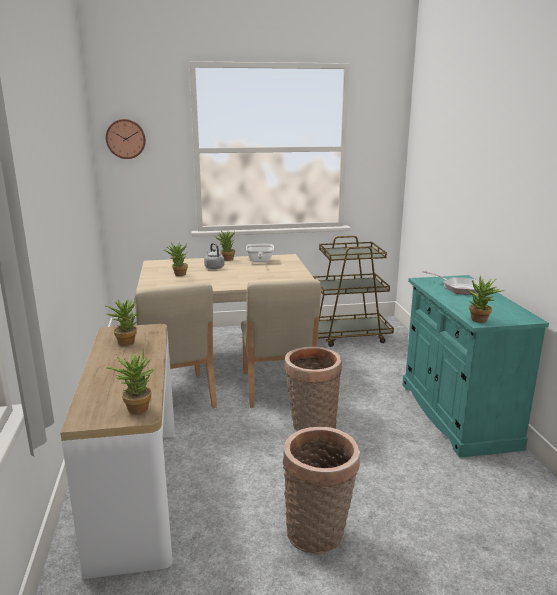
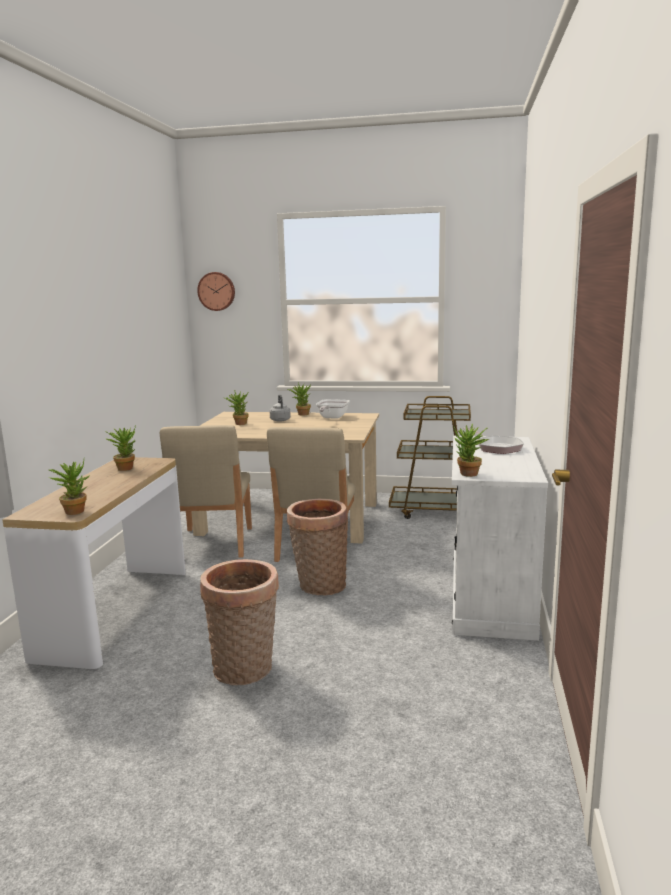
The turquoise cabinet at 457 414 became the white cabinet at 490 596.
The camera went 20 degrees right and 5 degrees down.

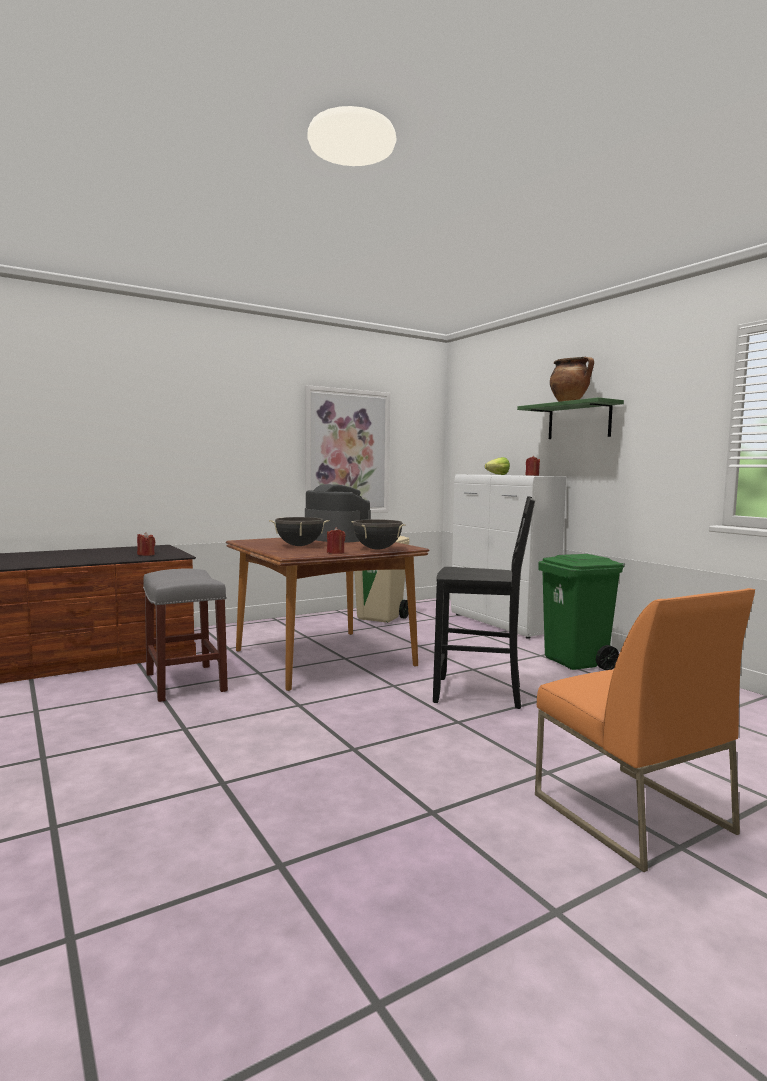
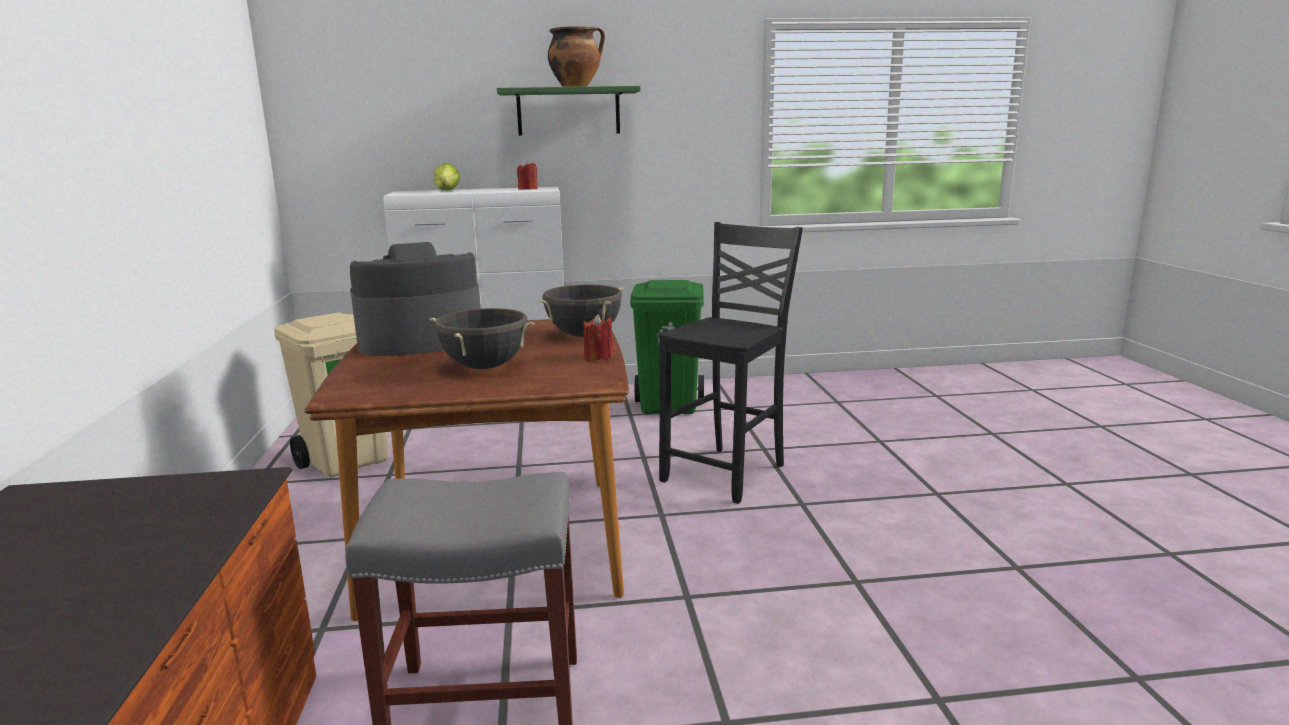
The red candle at 146 554 disappeared.
The picture at 347 452 disappeared.
The orange chair at 629 813 disappeared.
The camera went 65 degrees left and 10 degrees up.

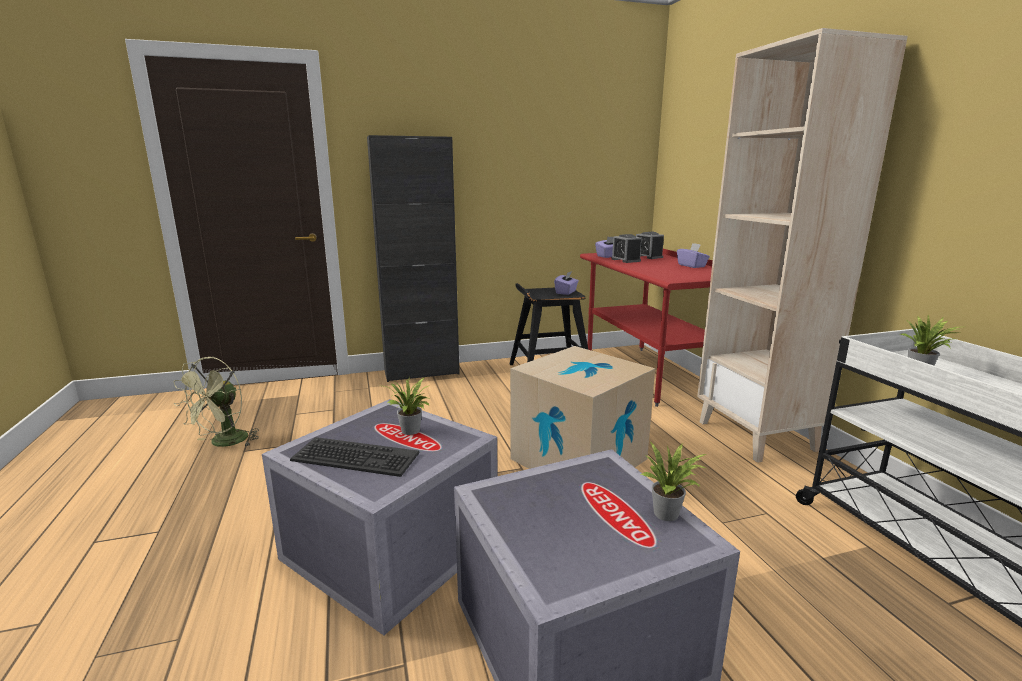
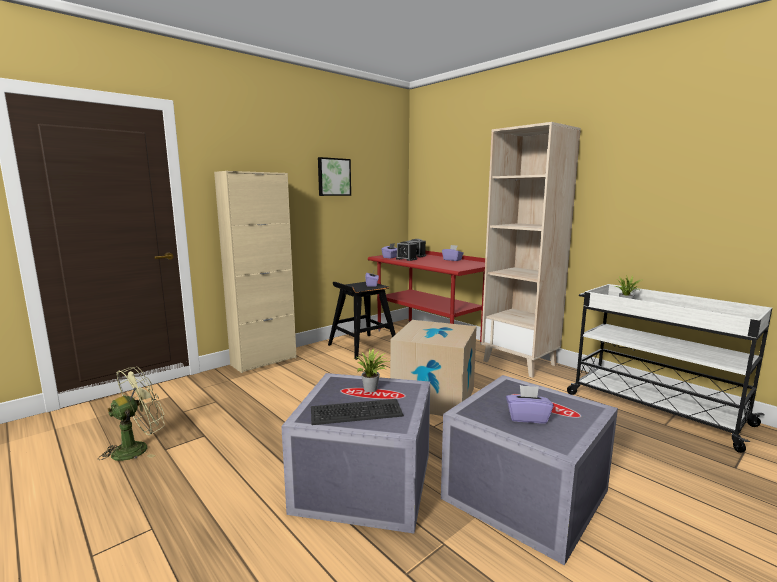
The green fan at 224 443 turned 135 degrees counterclockwise.
The black cabinet at 421 372 became the beige cabinet at 264 361.
The picture at 333 177 appeared.
The purple tissue box at 527 417 appeared.
The potted plant at 669 514 disappeared.
The camera went 25 degrees left and 5 degrees down.

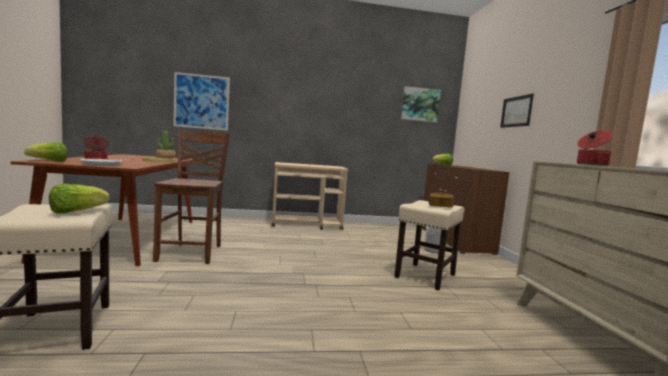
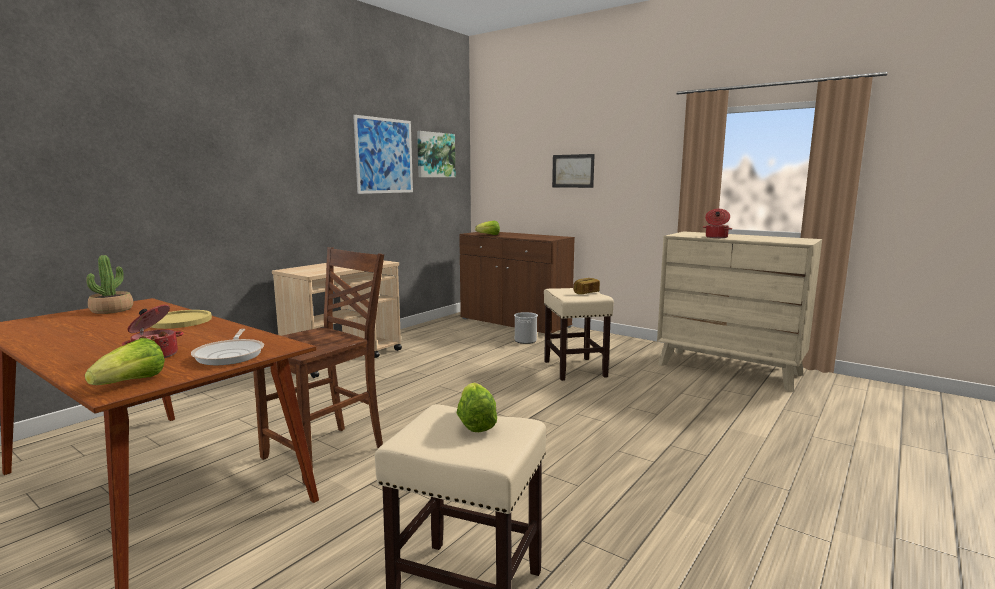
The brown chair at 192 253 turned 90 degrees clockwise.
The picture moved from 201 101 to 384 156.
The camera went 45 degrees left and 5 degrees up.

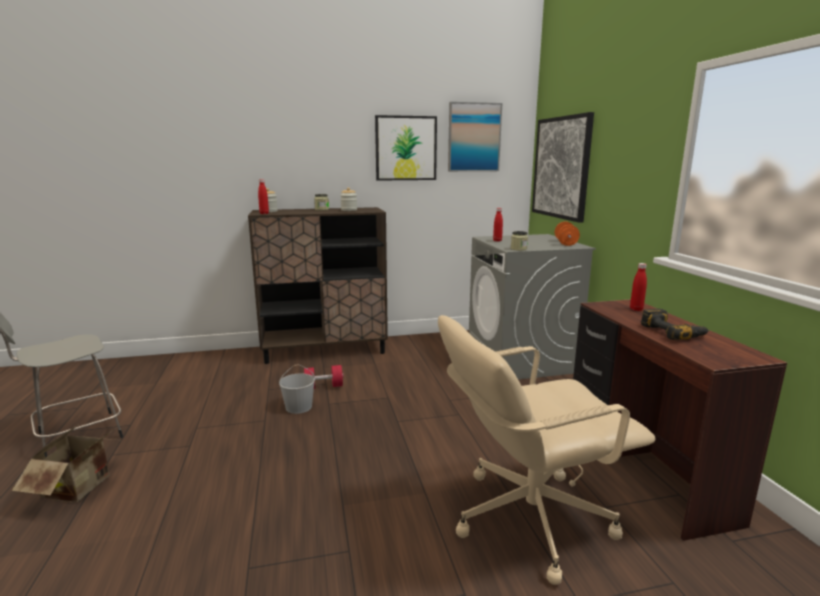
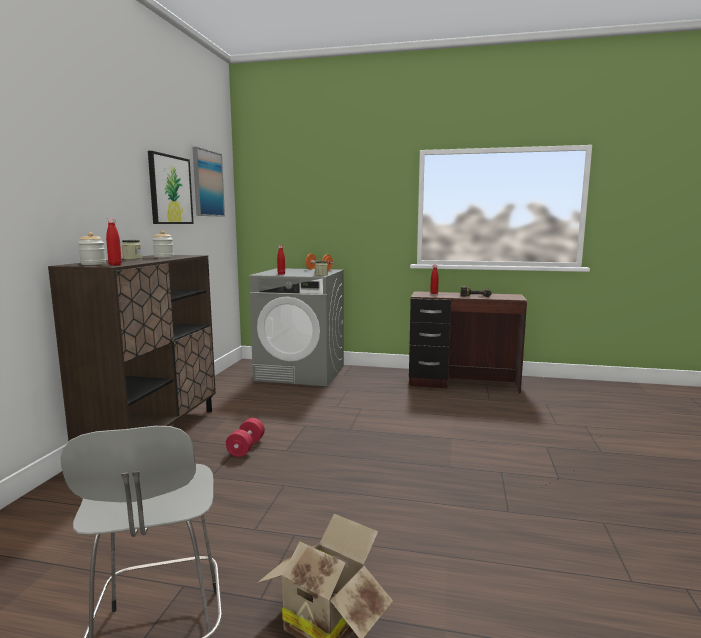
The white bucket at 299 406 disappeared.
The beige office chair at 528 517 disappeared.
The picture at 561 167 disappeared.
The camera went 65 degrees left and 5 degrees down.

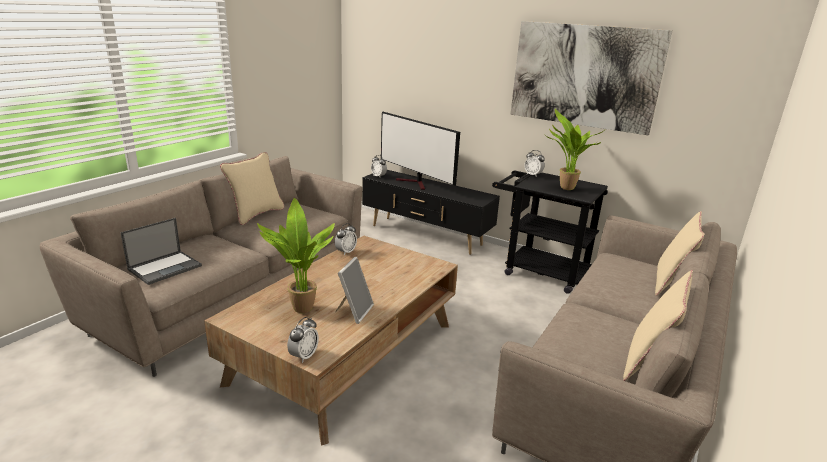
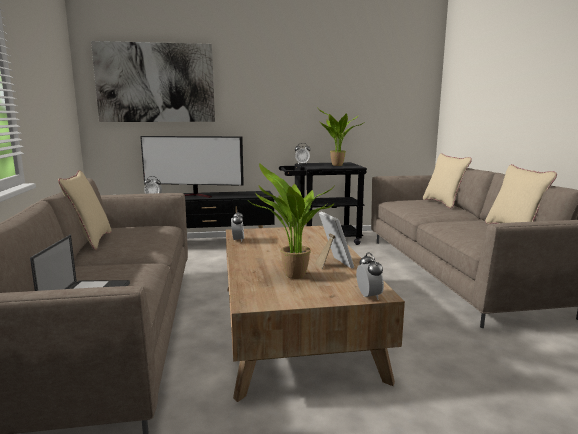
The picture moved from 584 76 to 155 83.
The camera went 40 degrees left and 10 degrees down.

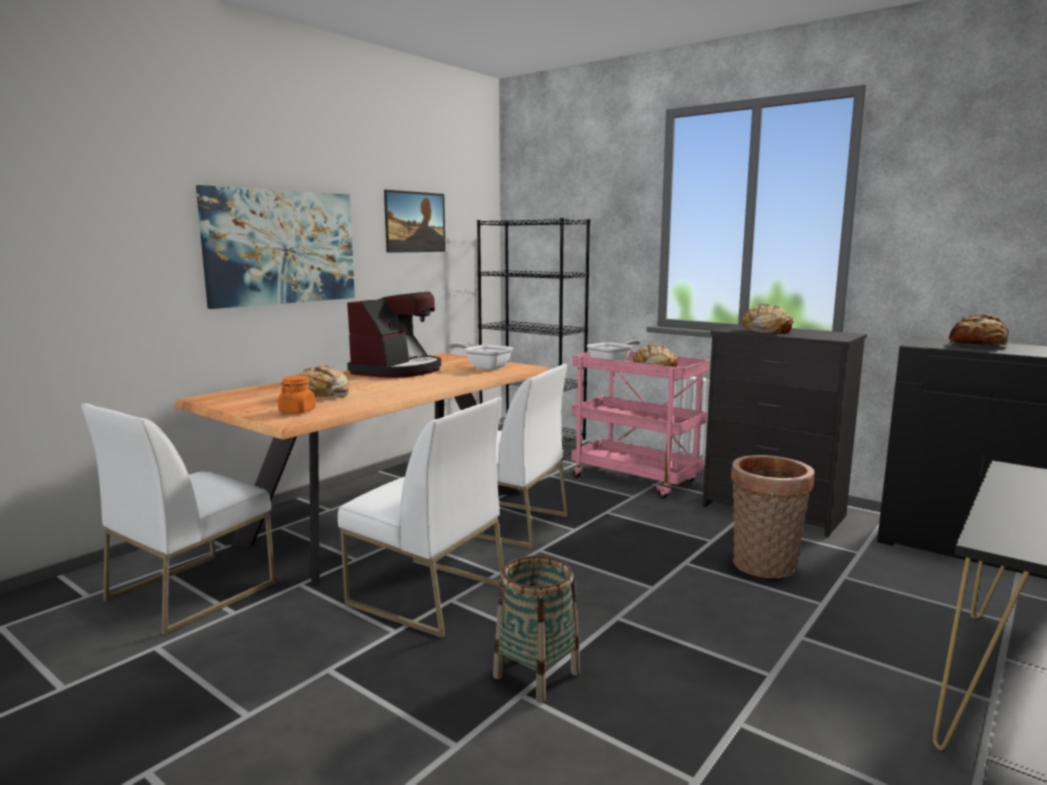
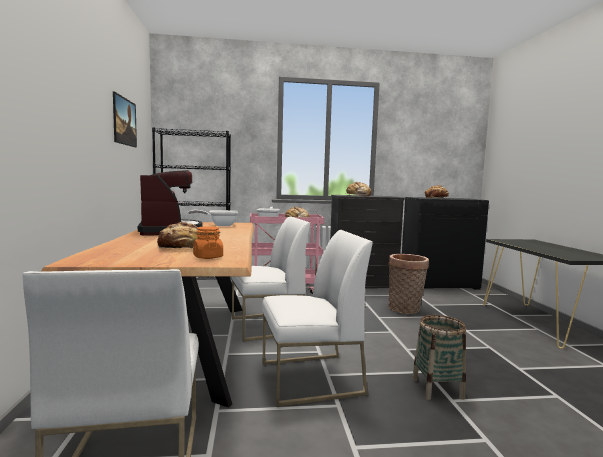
The picture at 281 247 disappeared.
The camera went 45 degrees left and 5 degrees down.

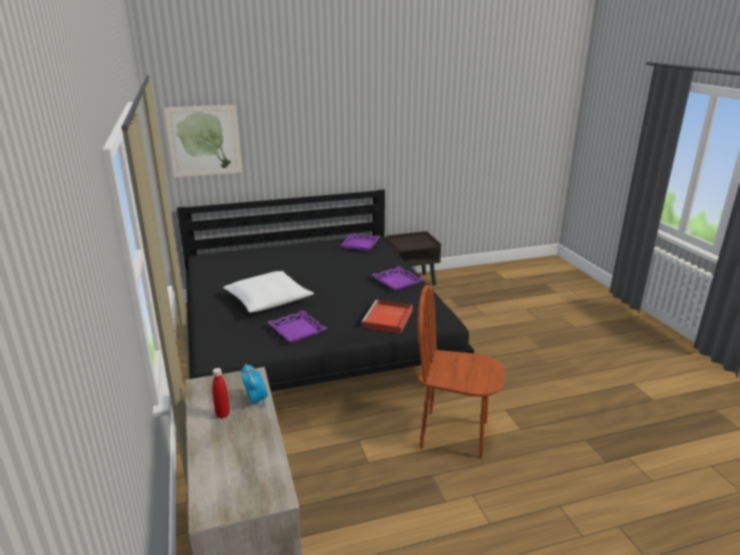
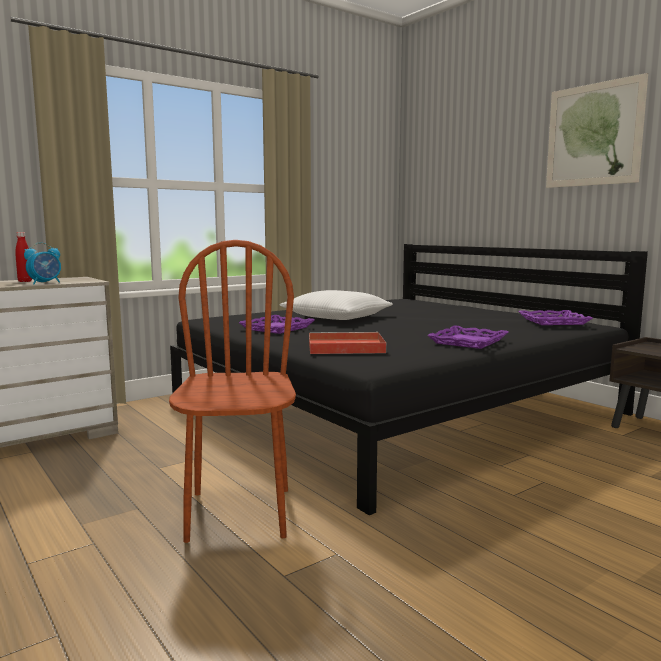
The picture moved from 204 141 to 593 135.
The camera went 70 degrees right and 15 degrees down.

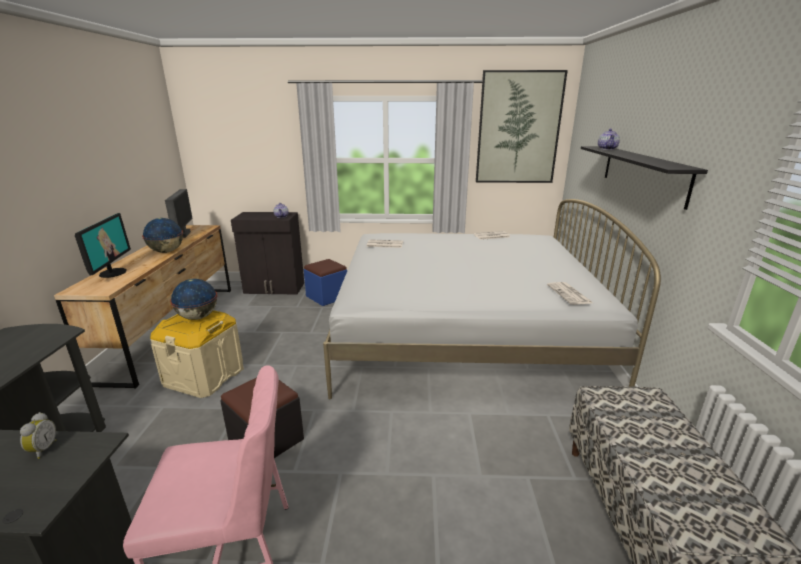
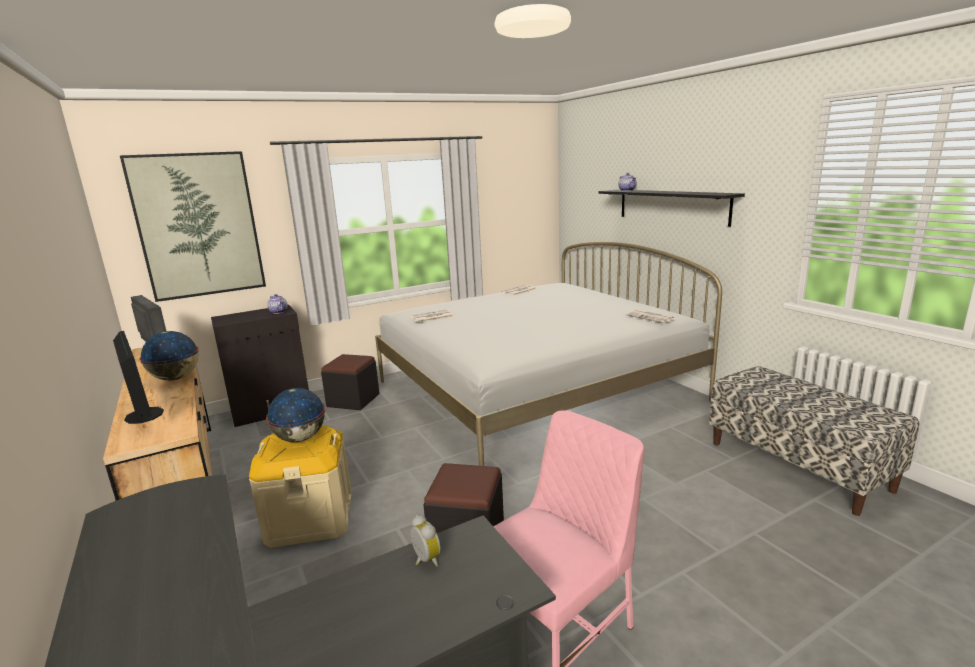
The picture moved from 518 128 to 198 226.
The blue ottoman at 327 297 became the black ottoman at 353 400.
The camera went 30 degrees left and 5 degrees down.

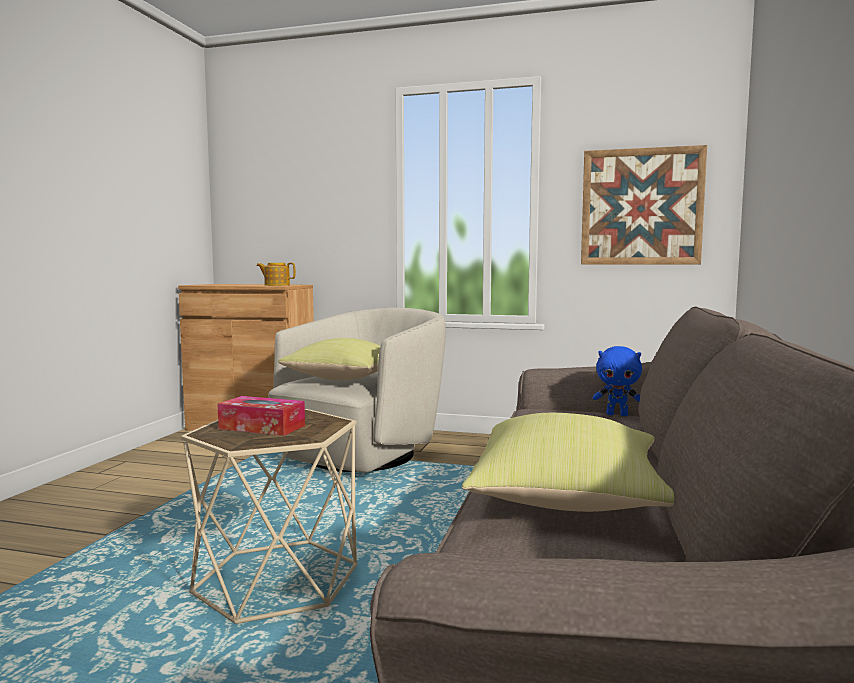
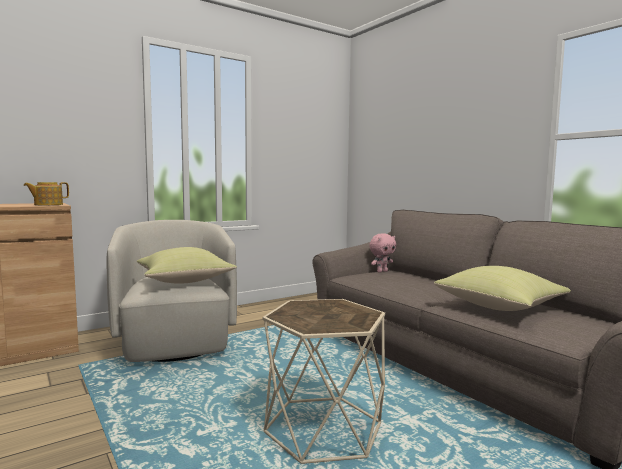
The blue plush toy at 617 414 became the pink plush toy at 382 271.
The tissue box at 262 427 disappeared.
The picture at 641 207 disappeared.
The camera went 50 degrees left and 0 degrees up.

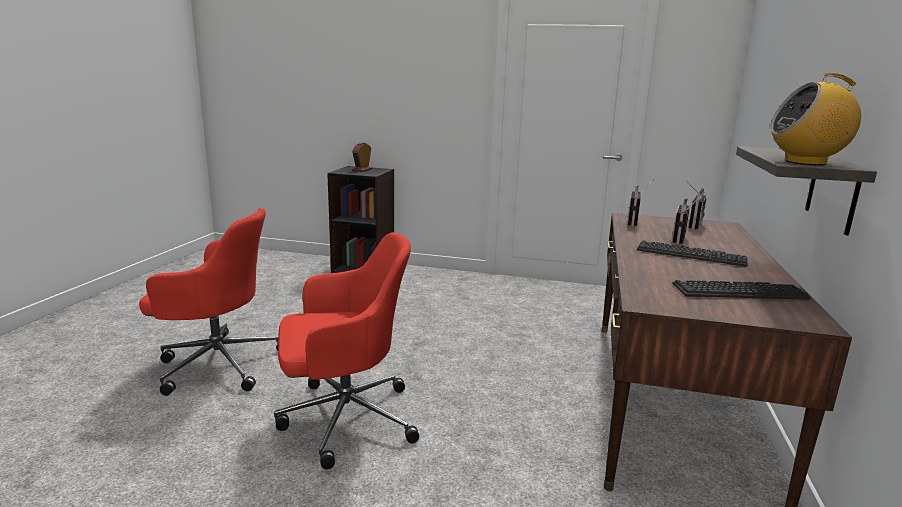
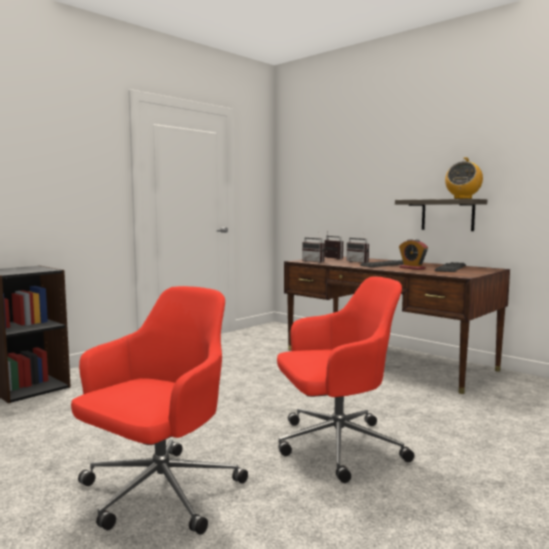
The red office chair at 344 419 turned 60 degrees clockwise.
The alarm clock moved from 362 170 to 412 268.
The camera went 60 degrees left and 10 degrees down.

